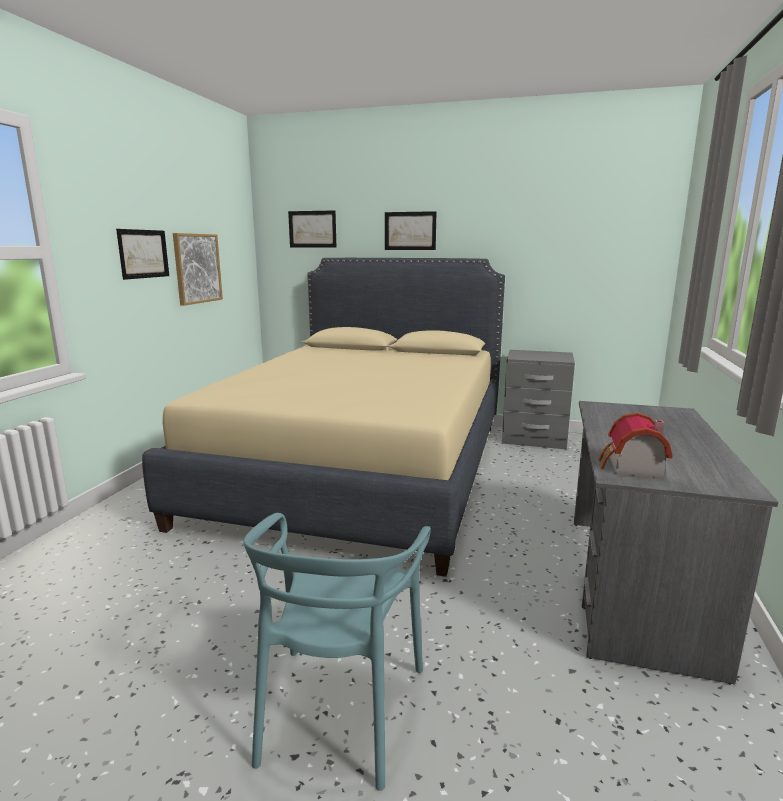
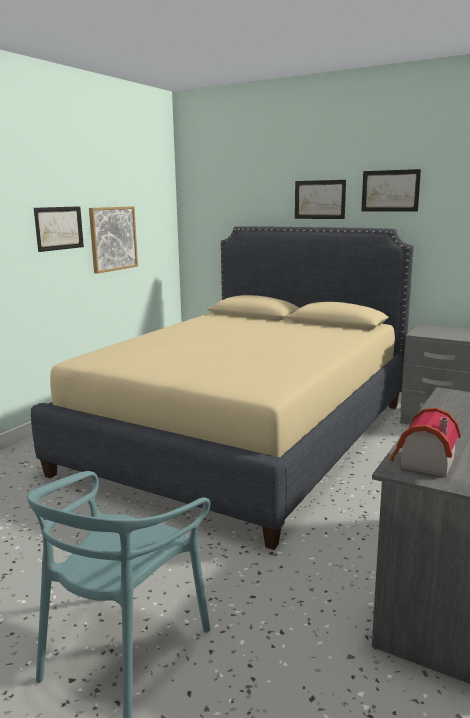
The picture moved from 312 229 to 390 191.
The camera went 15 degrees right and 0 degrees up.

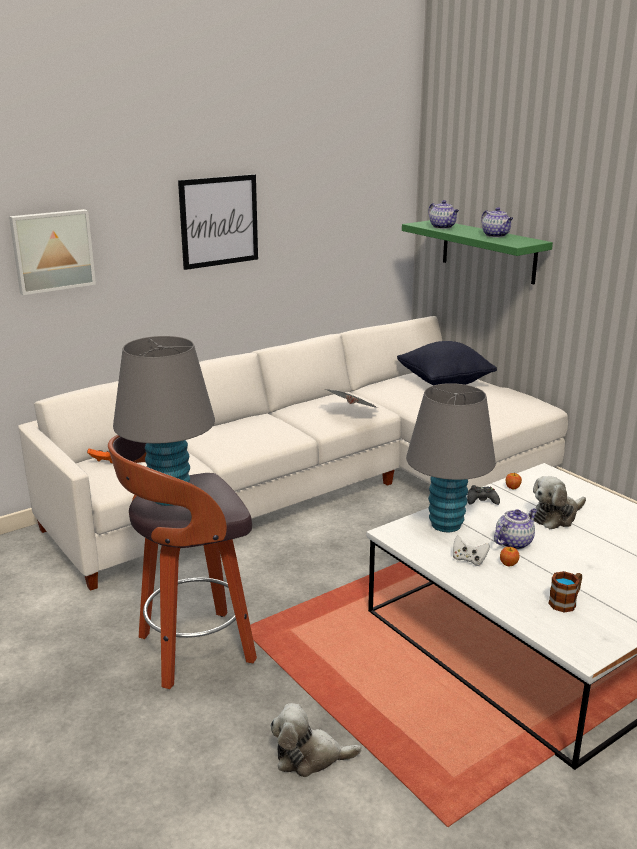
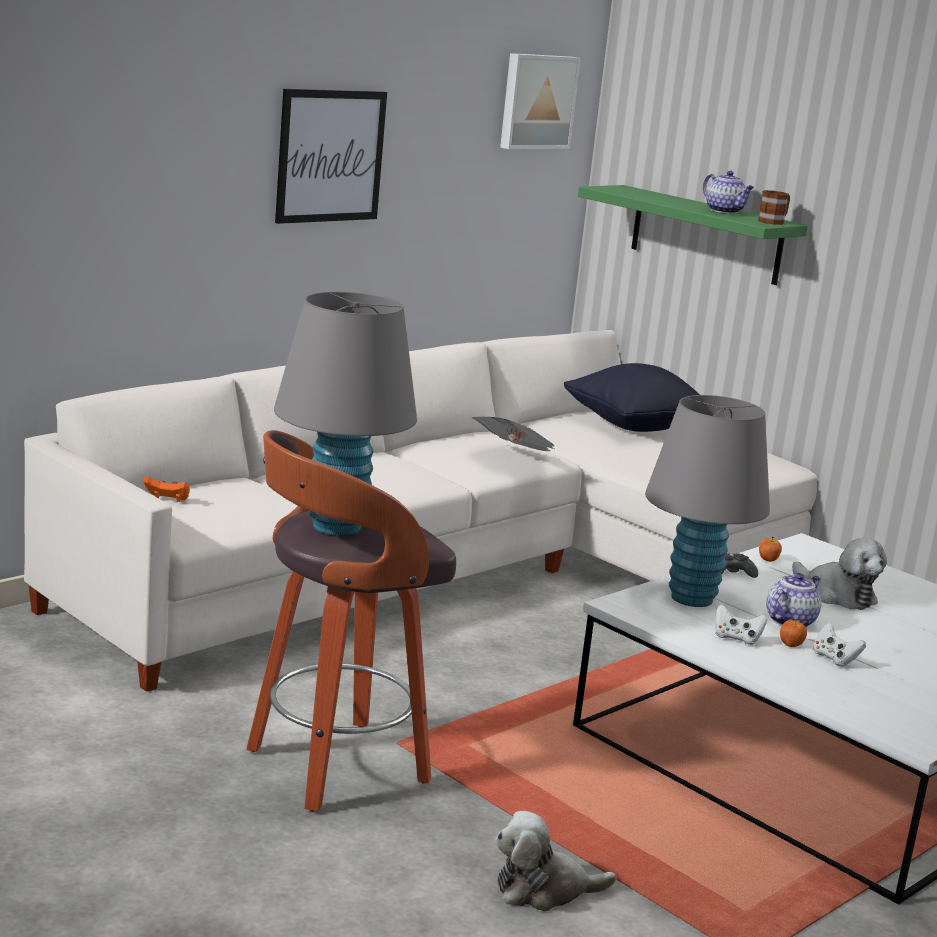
The picture moved from 52 251 to 536 101.
The mug moved from 566 602 to 774 222.
The plush toy at 556 517 turned 90 degrees counterclockwise.
The white game controller at 834 659 appeared.
The teapot at 443 227 disappeared.
The camera went 10 degrees left and 5 degrees down.

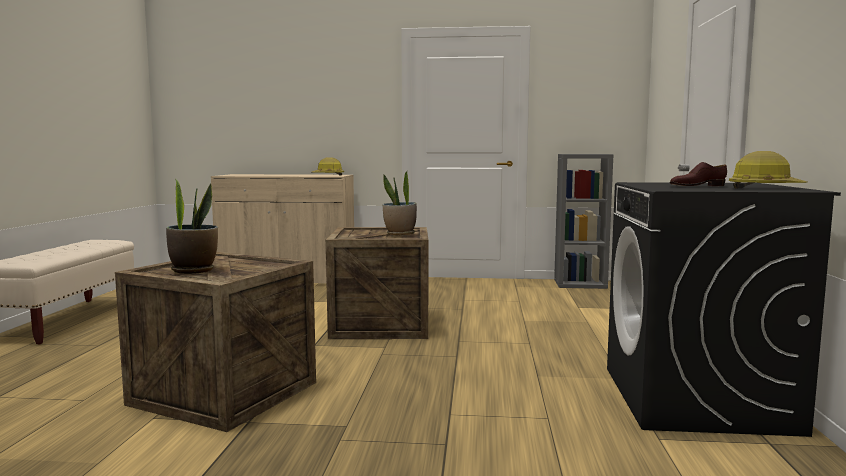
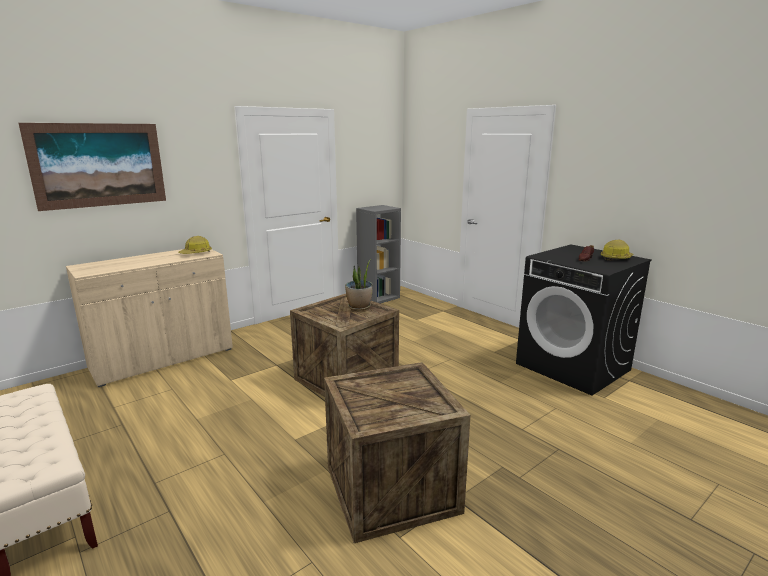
The picture at 99 165 appeared.
The potted plant at 193 270 disappeared.
The camera went 45 degrees left and 10 degrees up.

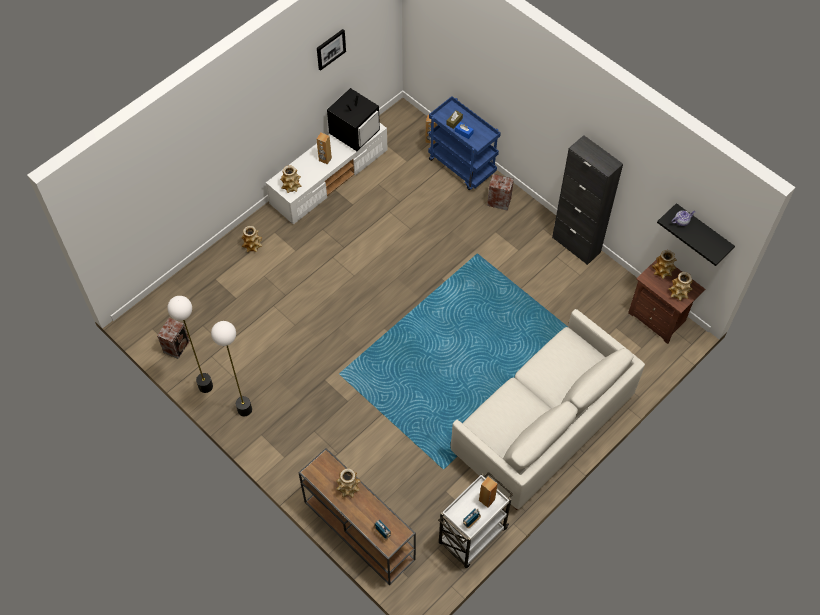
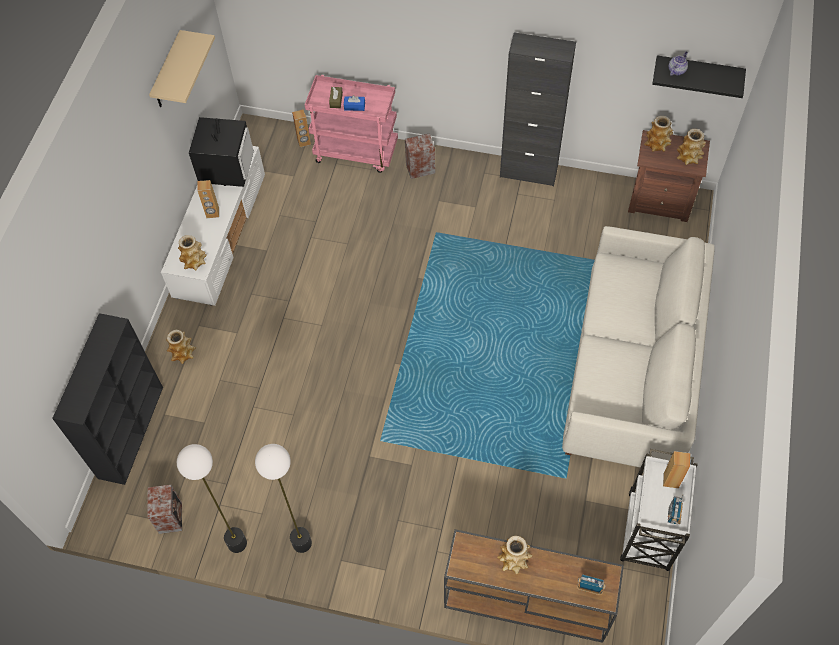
The black bookcase at 131 431 appeared.
The picture at 330 49 was replaced by the beige shelf at 168 72.
The blue cart at 462 166 became the pink cart at 357 152.
The camera went 30 degrees left and 0 degrees up.

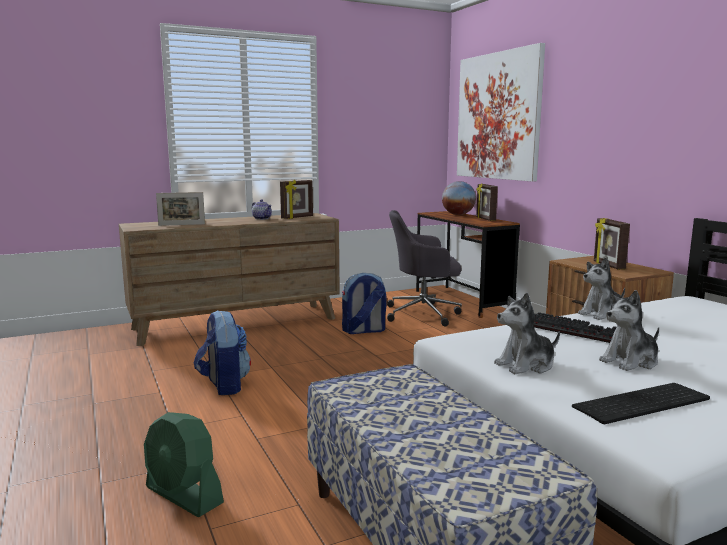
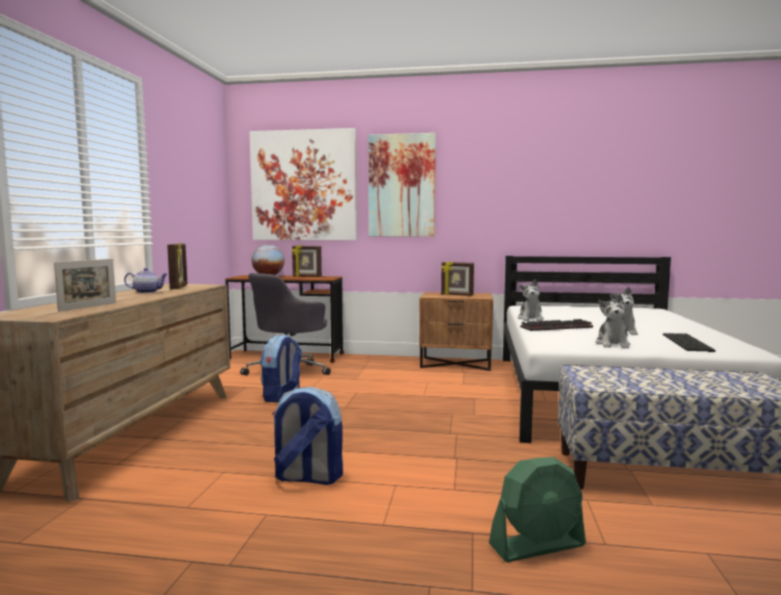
The picture at 402 185 appeared.
The camera went 55 degrees left and 5 degrees down.

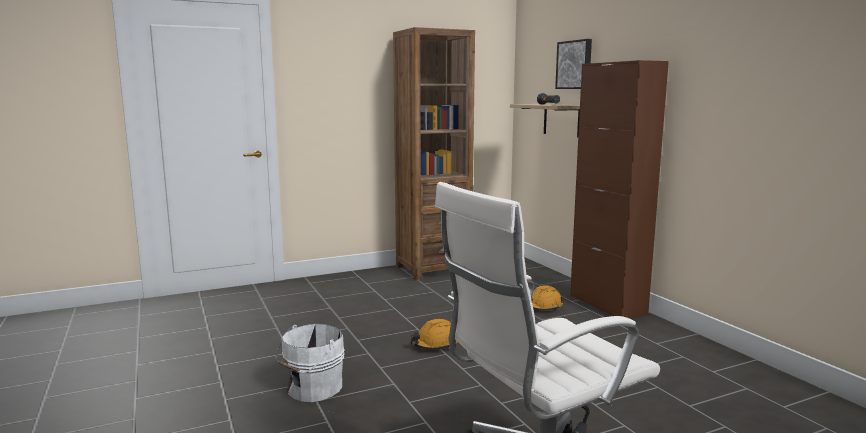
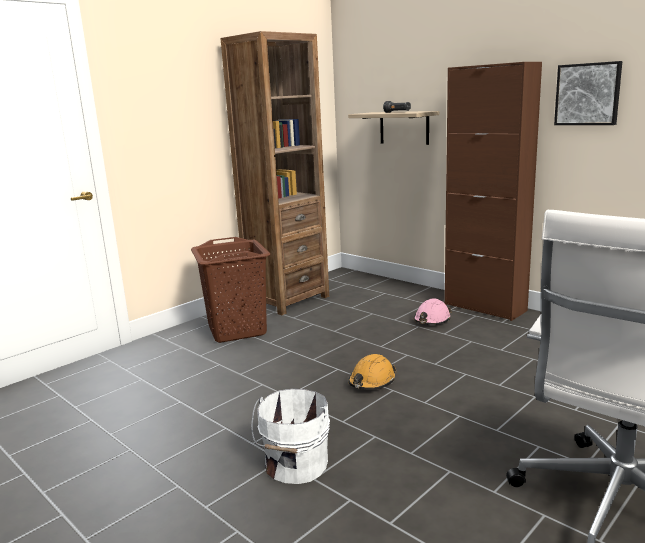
The brown laundry basket at 237 330 appeared.
The orange hard hat at 542 307 became the pink hard hat at 431 320.
The picture moved from 575 65 to 588 94.
The camera went 20 degrees left and 5 degrees up.

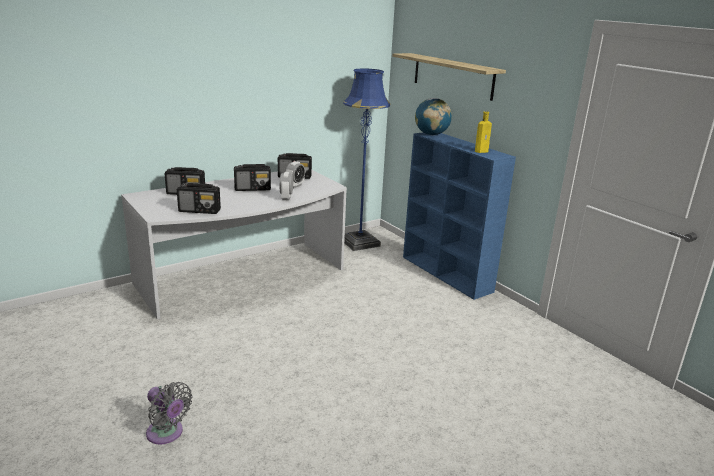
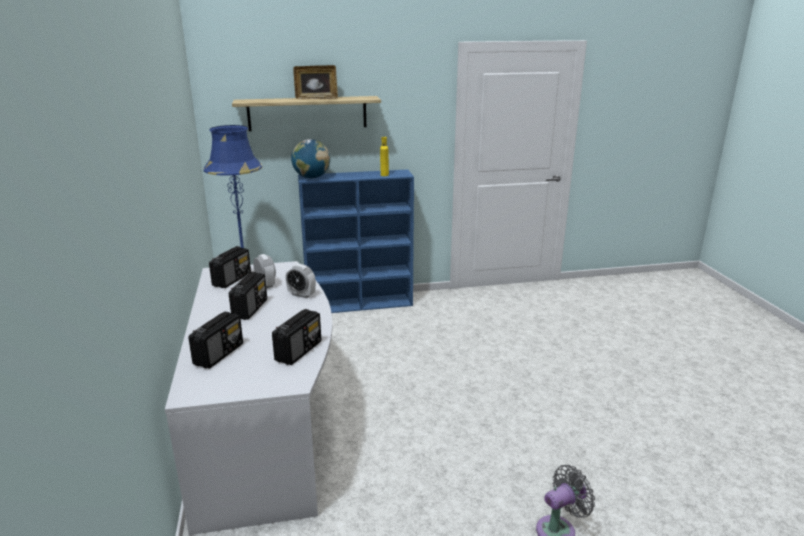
The picture frame at 316 98 appeared.
The camera went 65 degrees left and 0 degrees up.

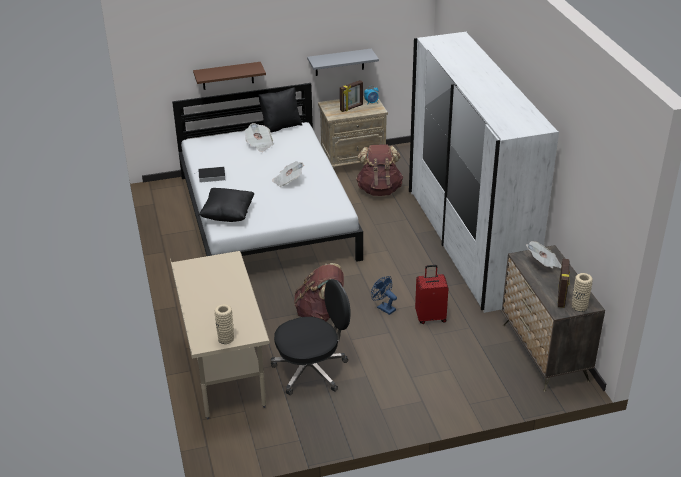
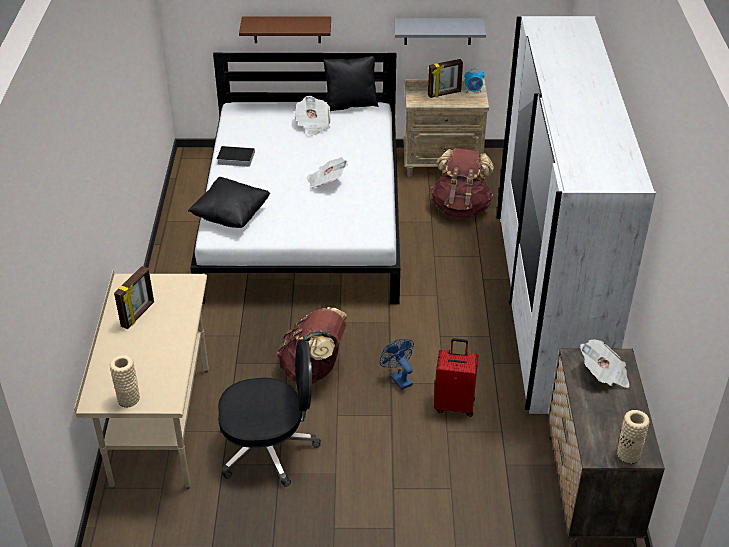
The picture frame moved from 561 297 to 138 315.
The camera went 15 degrees right and 5 degrees up.

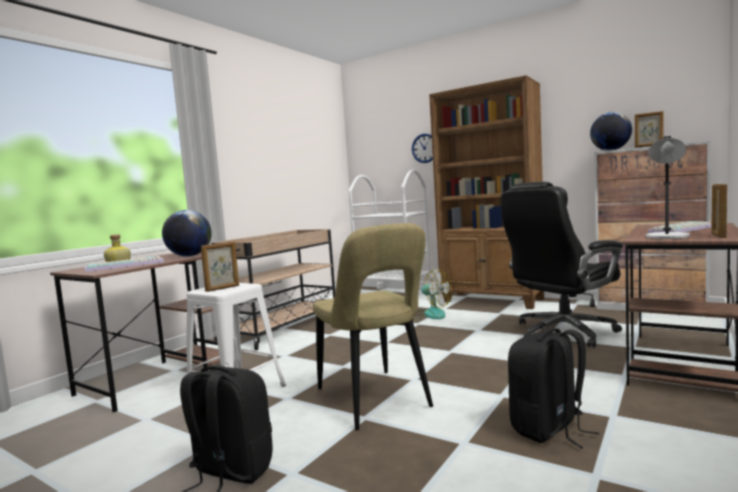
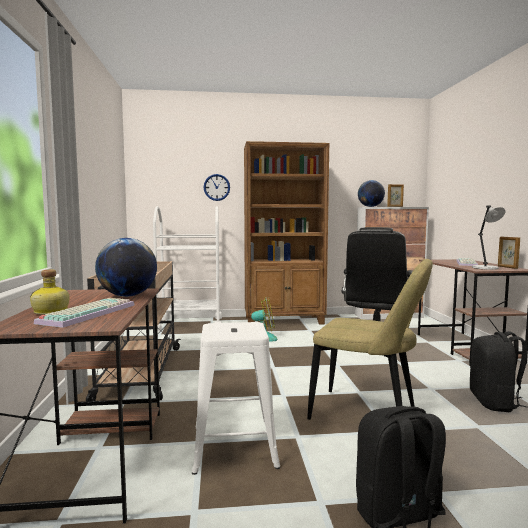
The picture frame at 223 288 disappeared.
The camera went 40 degrees left and 0 degrees up.

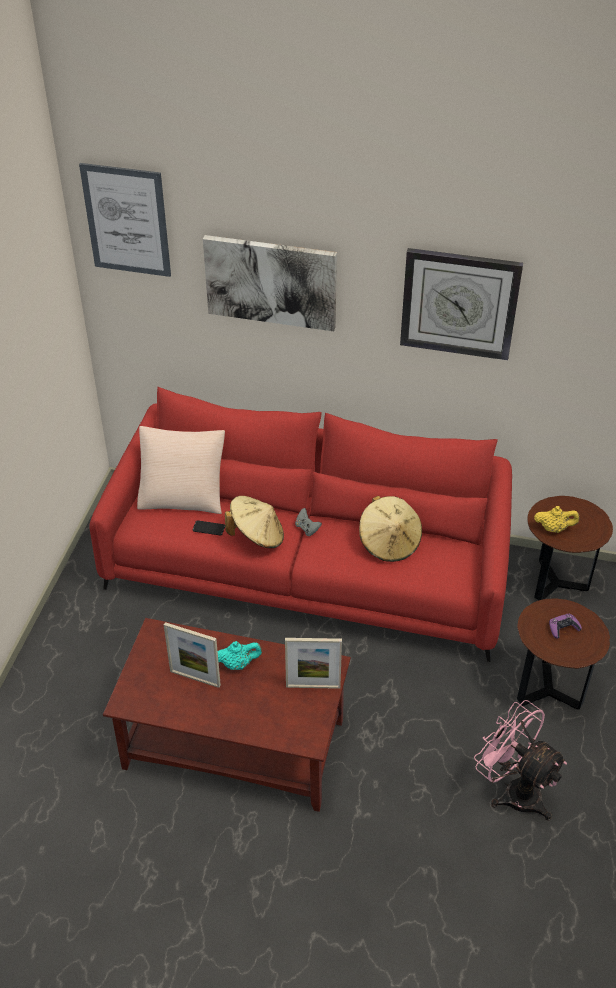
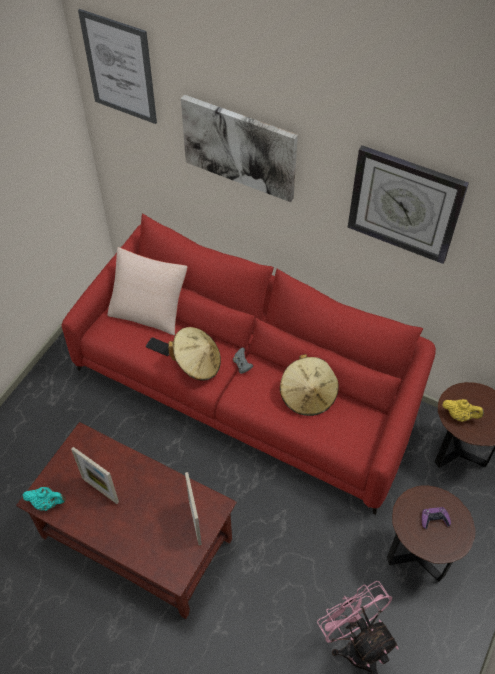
The turquoise teapot moved from 238 664 to 47 503.
The picture frame at 313 686 turned 120 degrees counterclockwise.
The camera went 15 degrees right and 10 degrees up.

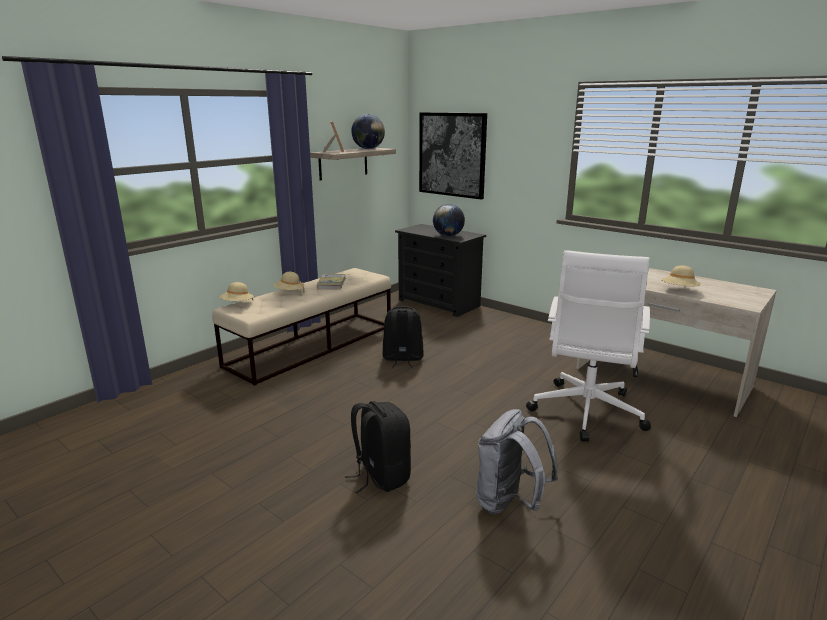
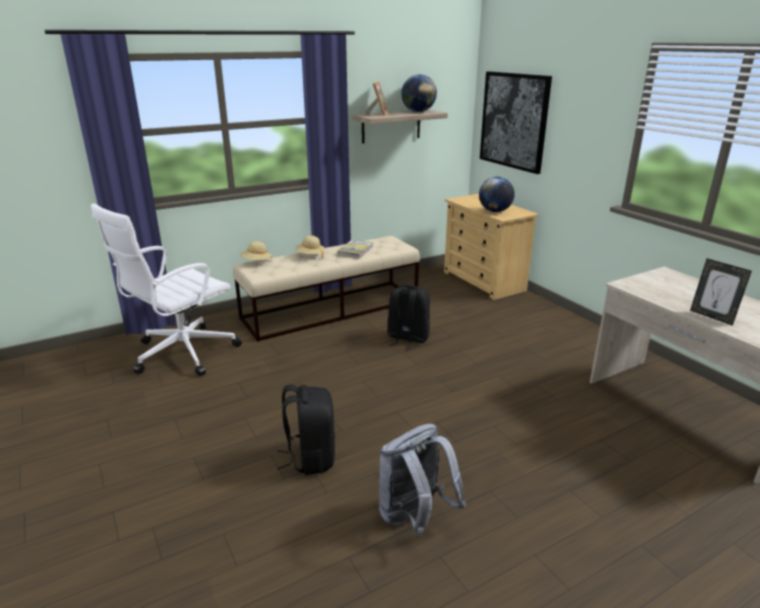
The white office chair moved from 586 413 to 182 353.
The black dresser at 439 303 became the beige dresser at 484 281.
The beige hat at 679 290 was replaced by the picture frame at 712 316.
The camera went 20 degrees right and 5 degrees up.

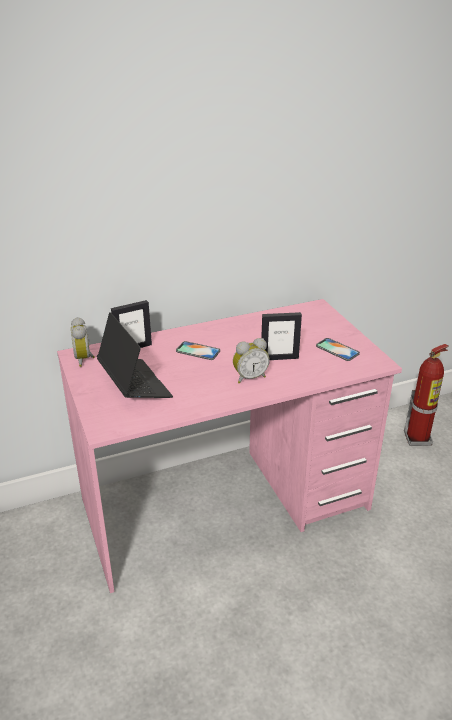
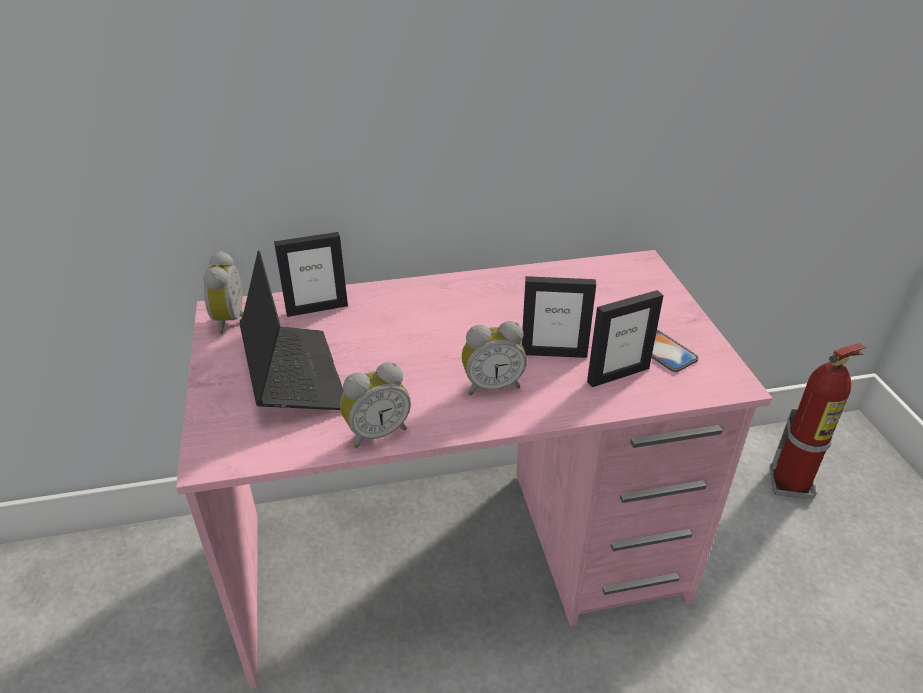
The alarm clock at 376 432 appeared.
The picture frame at 617 374 appeared.
The phone at 198 351 disappeared.
The camera went 10 degrees right and 5 degrees up.

